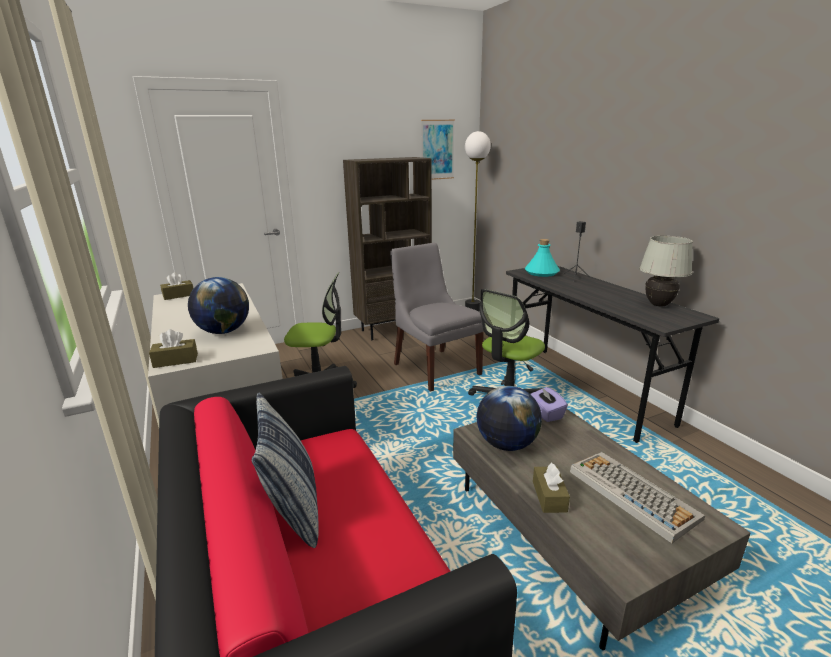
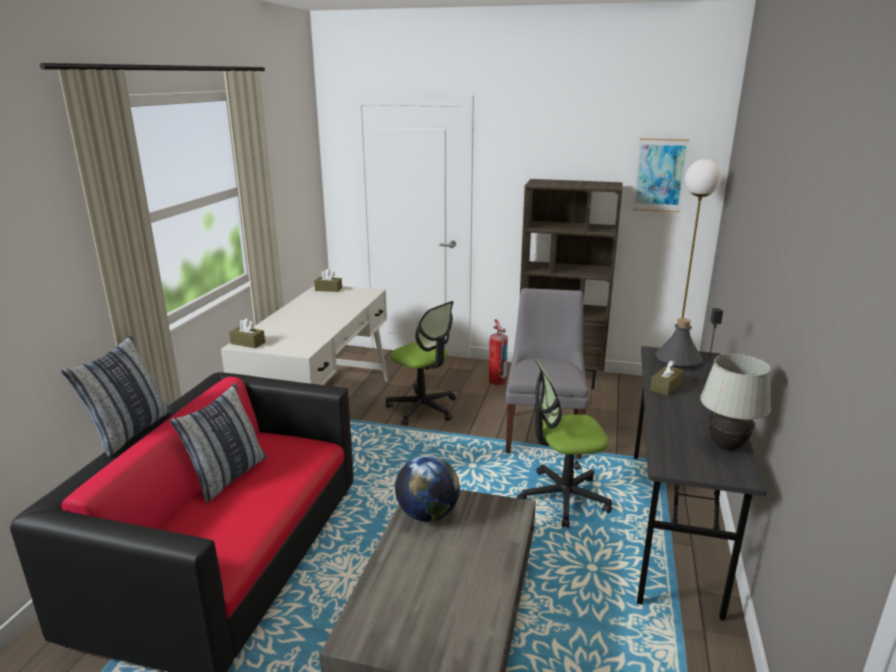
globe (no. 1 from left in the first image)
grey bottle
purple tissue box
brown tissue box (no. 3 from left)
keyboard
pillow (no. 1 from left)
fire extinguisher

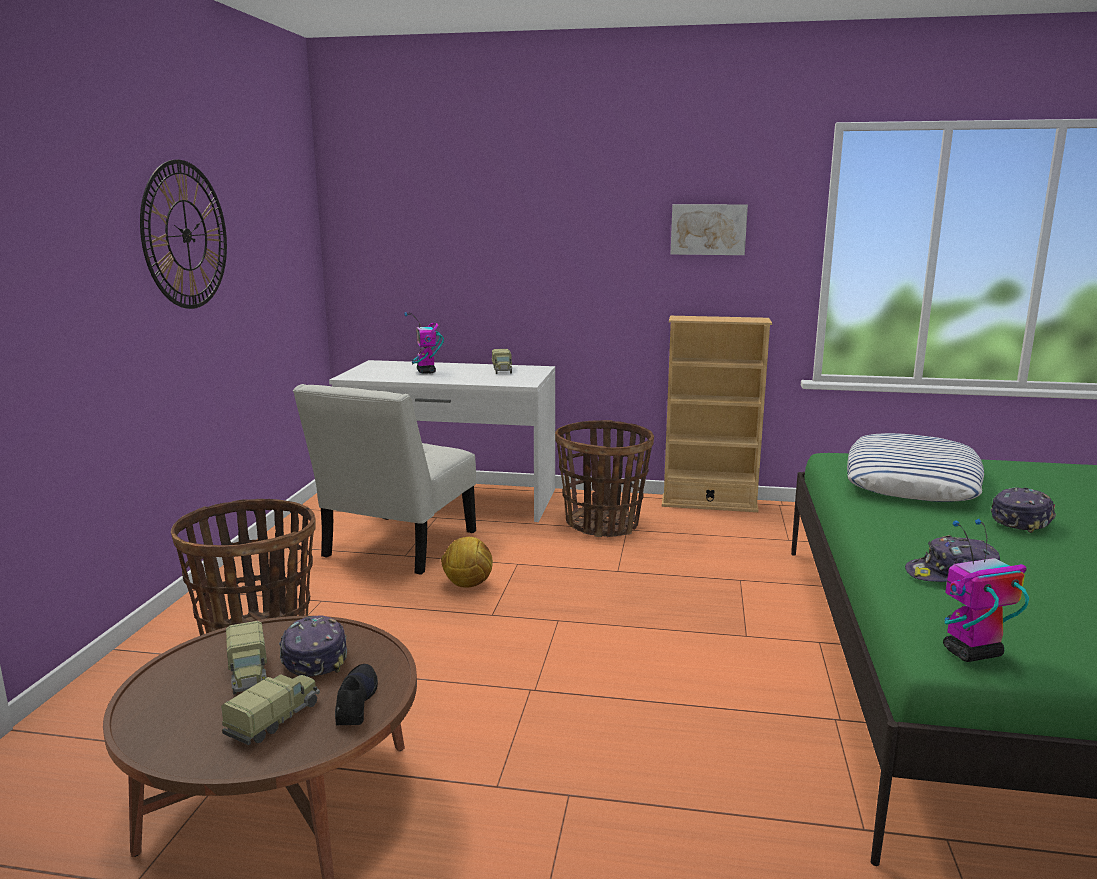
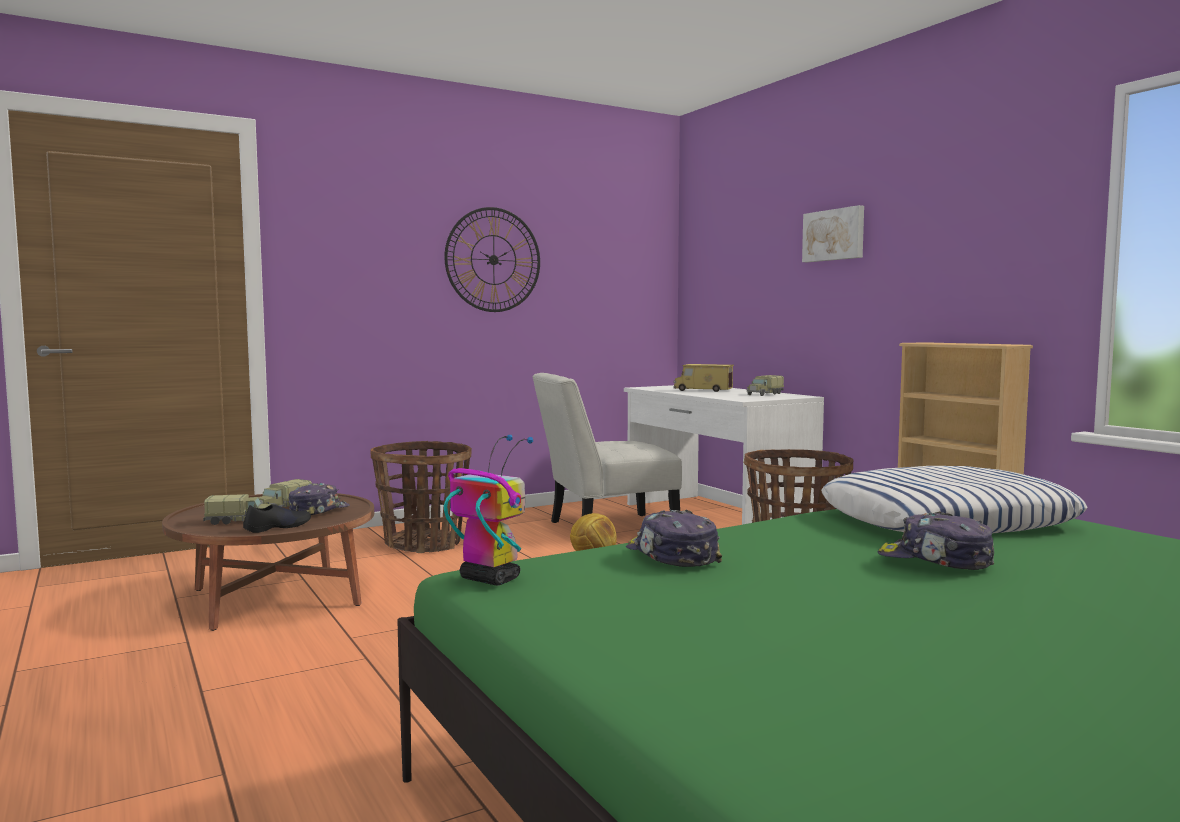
toy truck (no. 3 from left)
picture
cap (no. 3 from left)

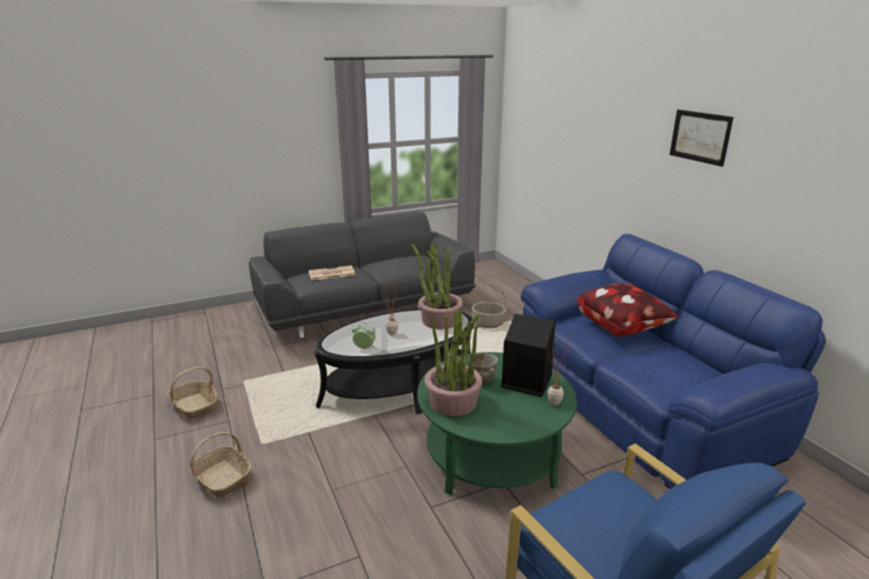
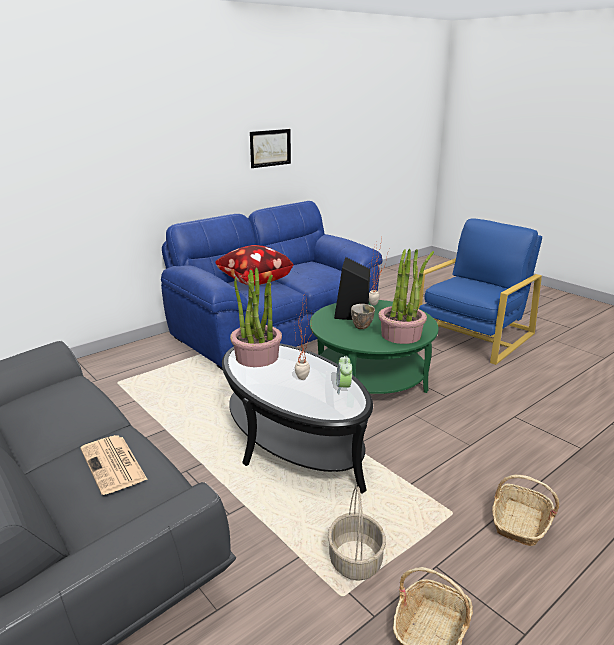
basket (no. 1 from left)
picture

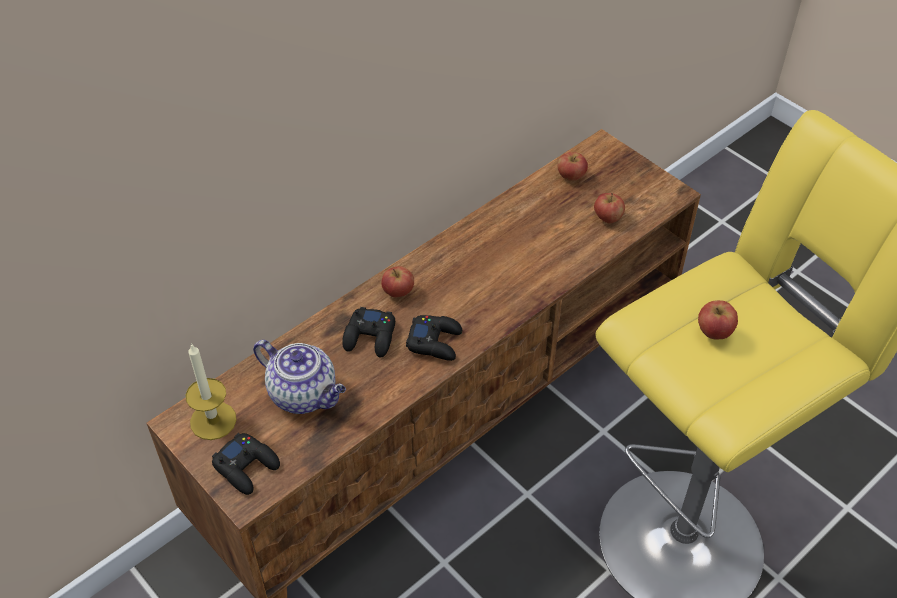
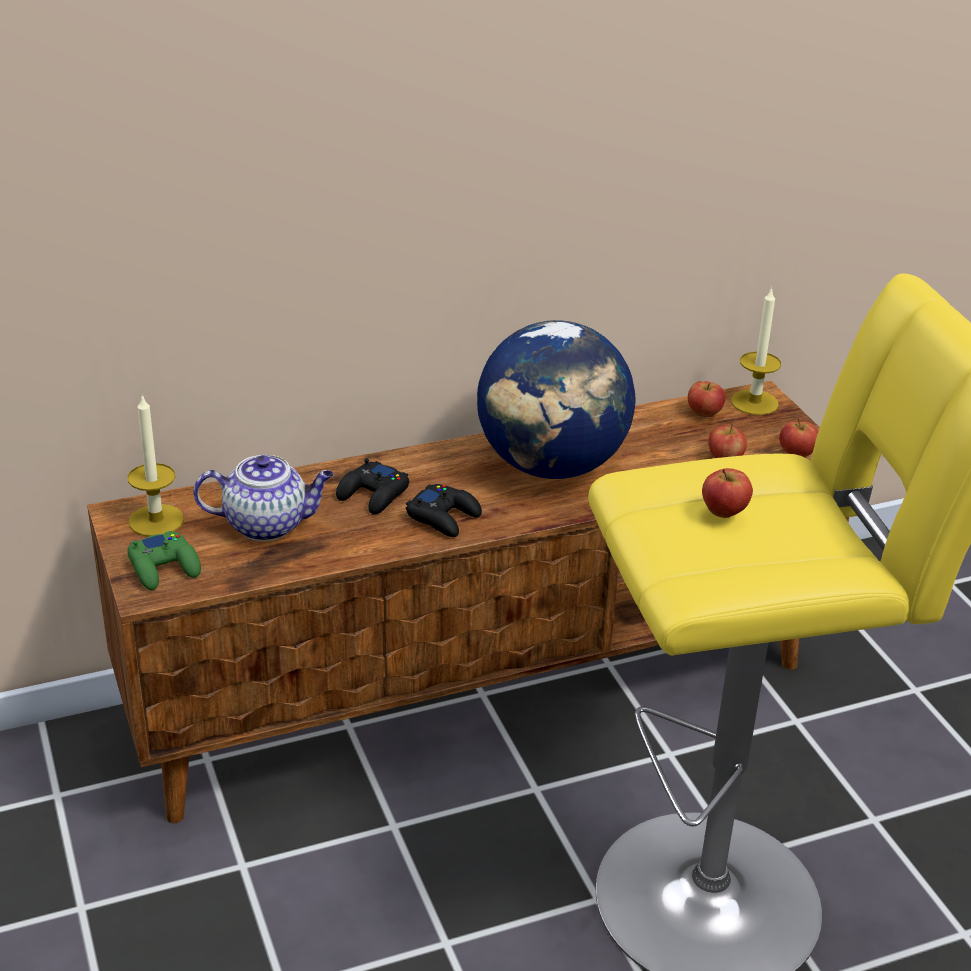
green game controller
teapot
apple (no. 4 from left)
globe
candle (no. 2 from left)

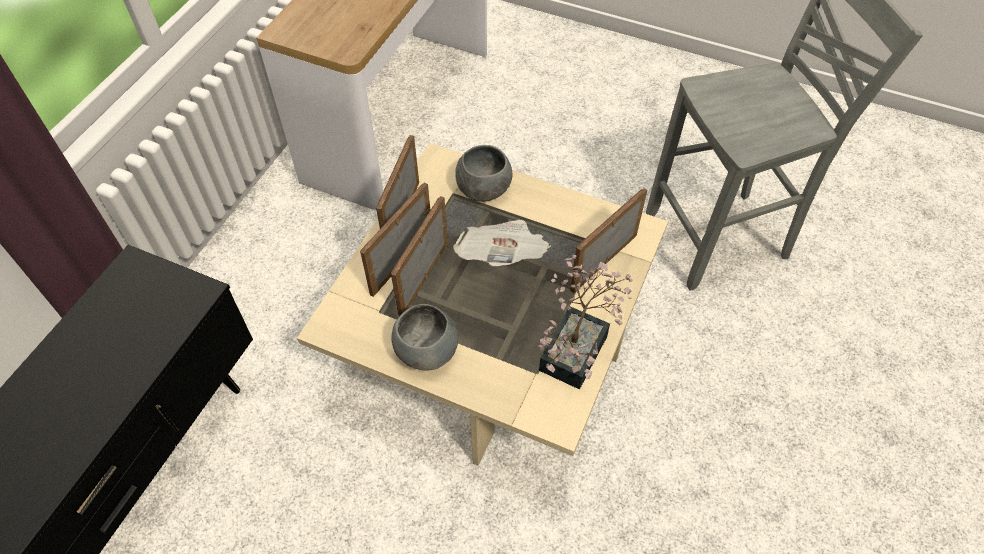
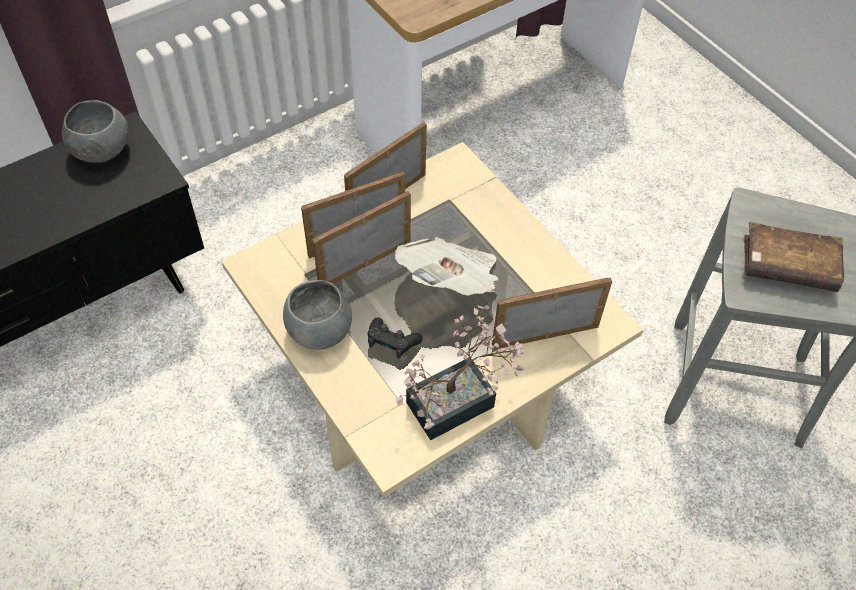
grey bowl (no. 1 from left)
black game controller
brown book

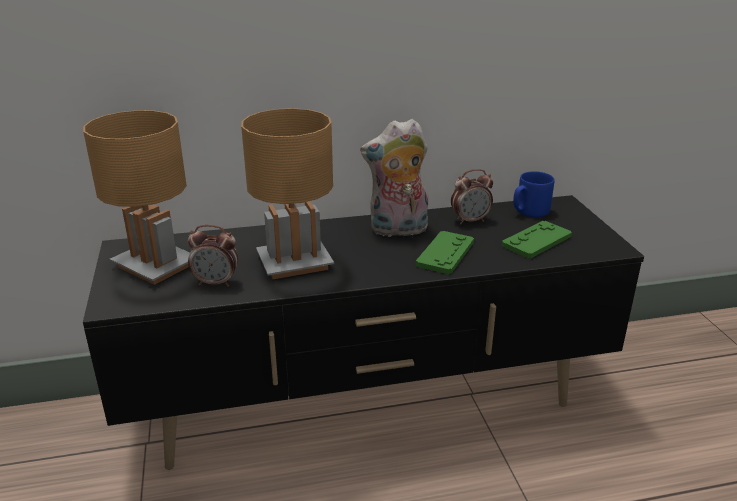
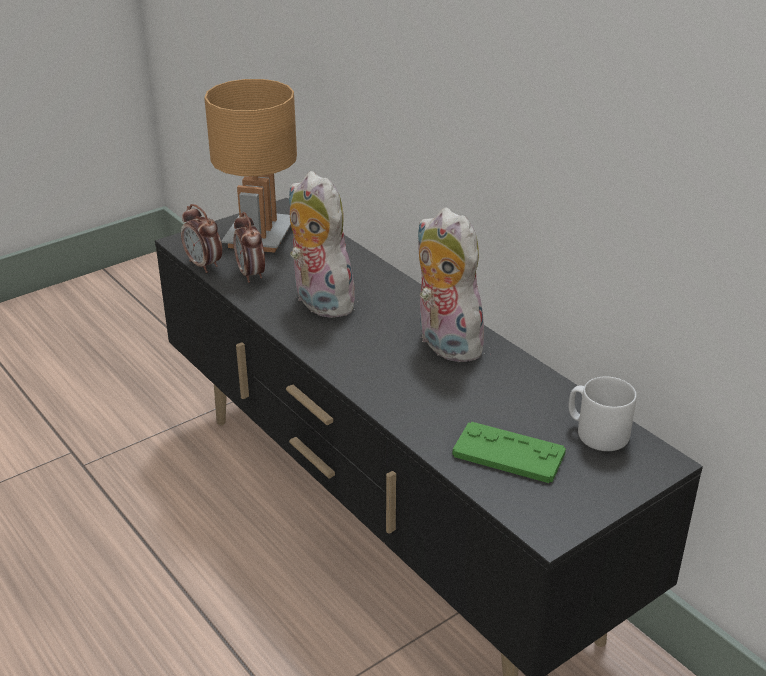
plush toy (no. 1 from left)
green game controller (no. 1 from left in the first image)
alarm clock (no. 1 from left)
grey mug

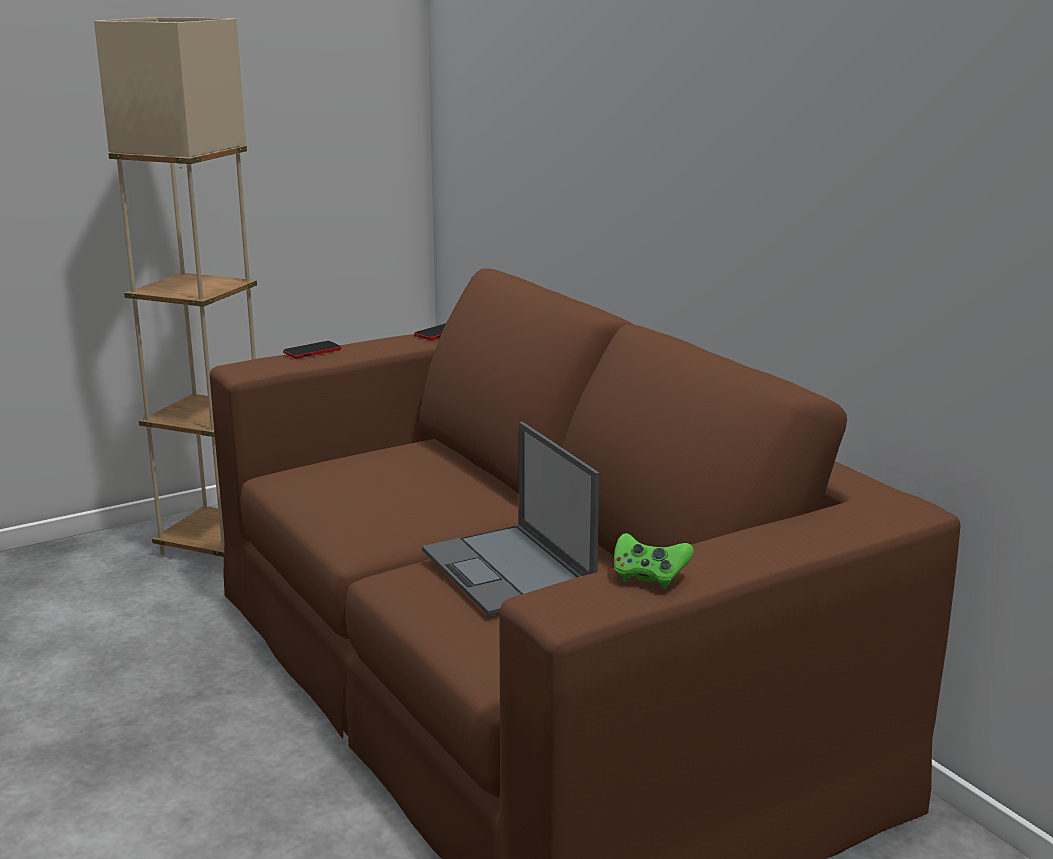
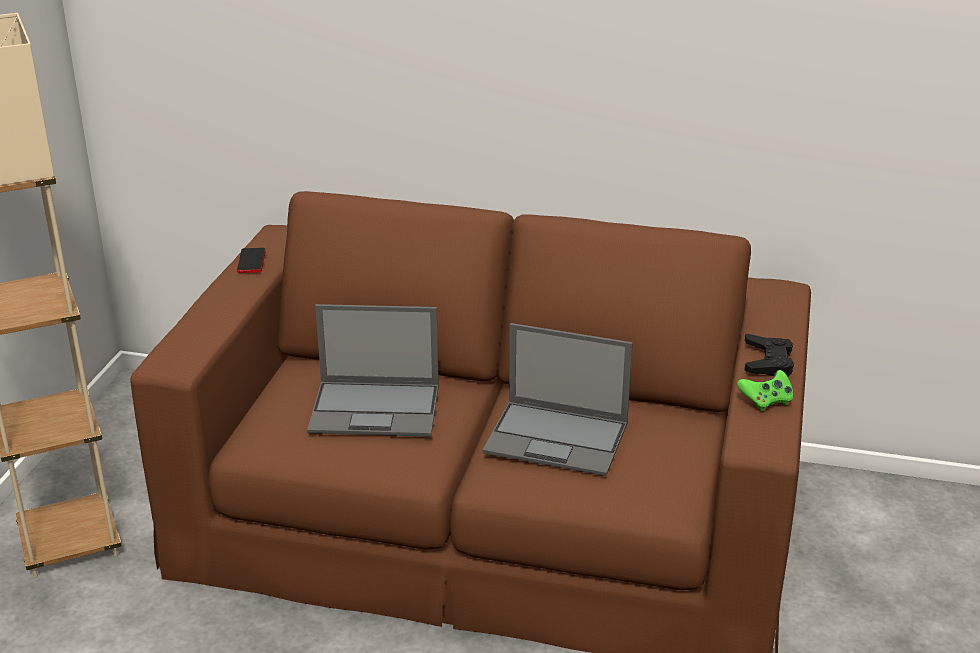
phone (no. 1 from left in the first image)
laptop (no. 1 from left)
black game controller

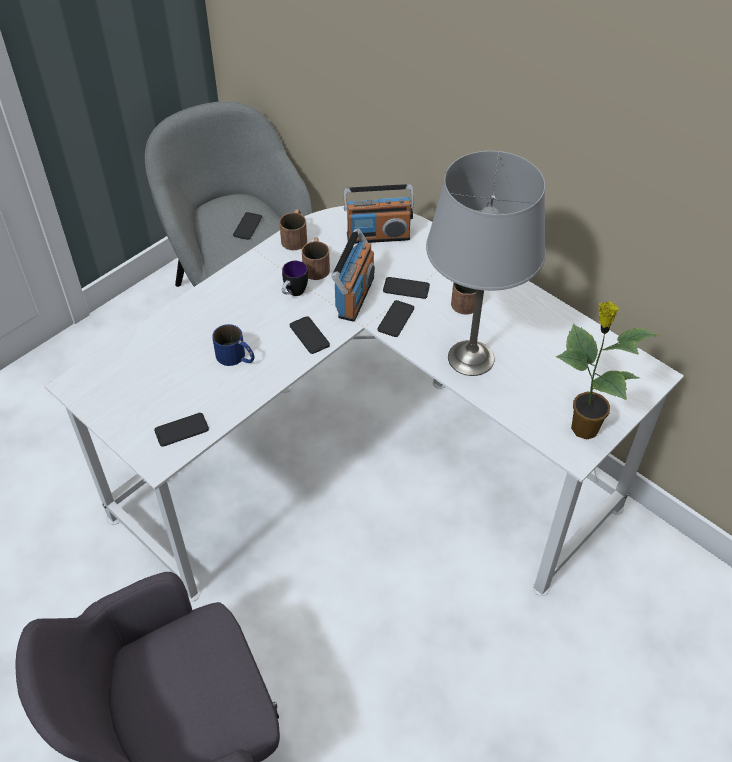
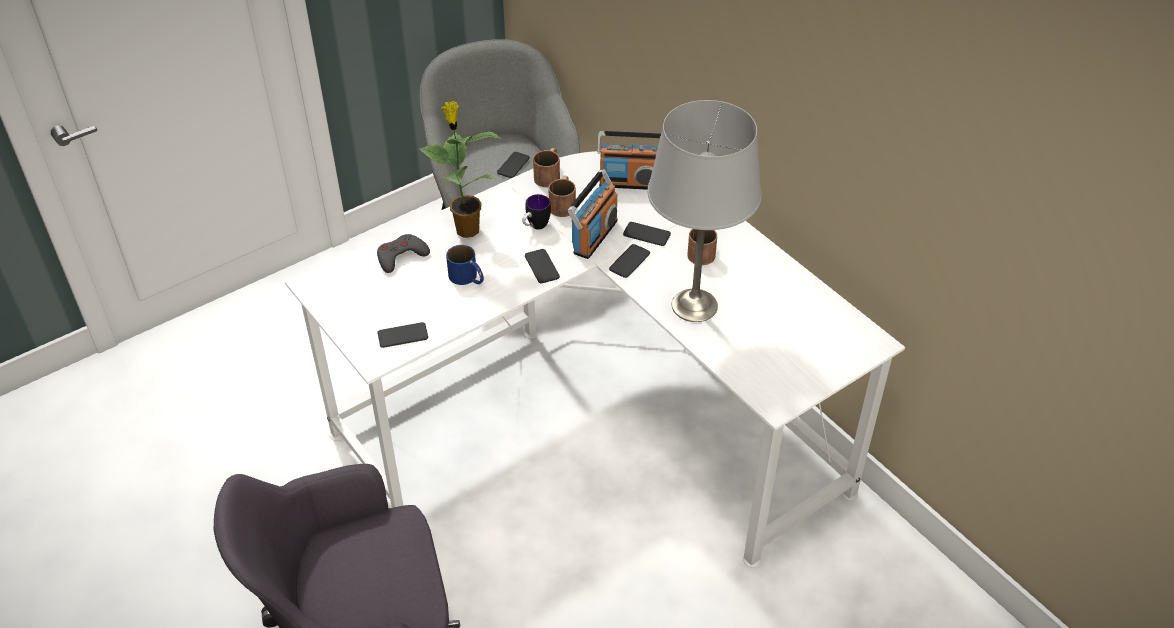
potted plant
grey game controller

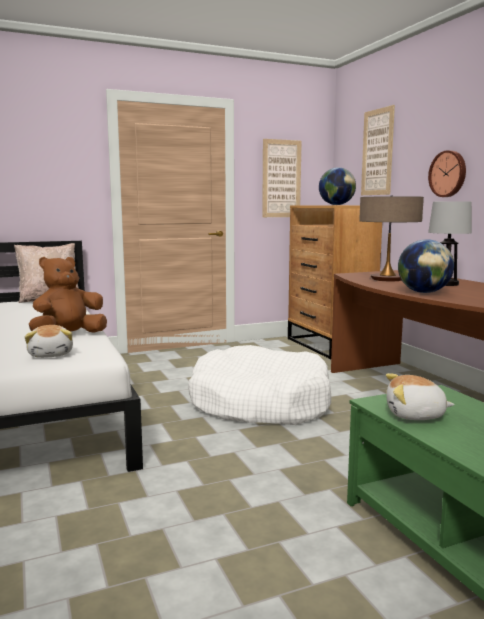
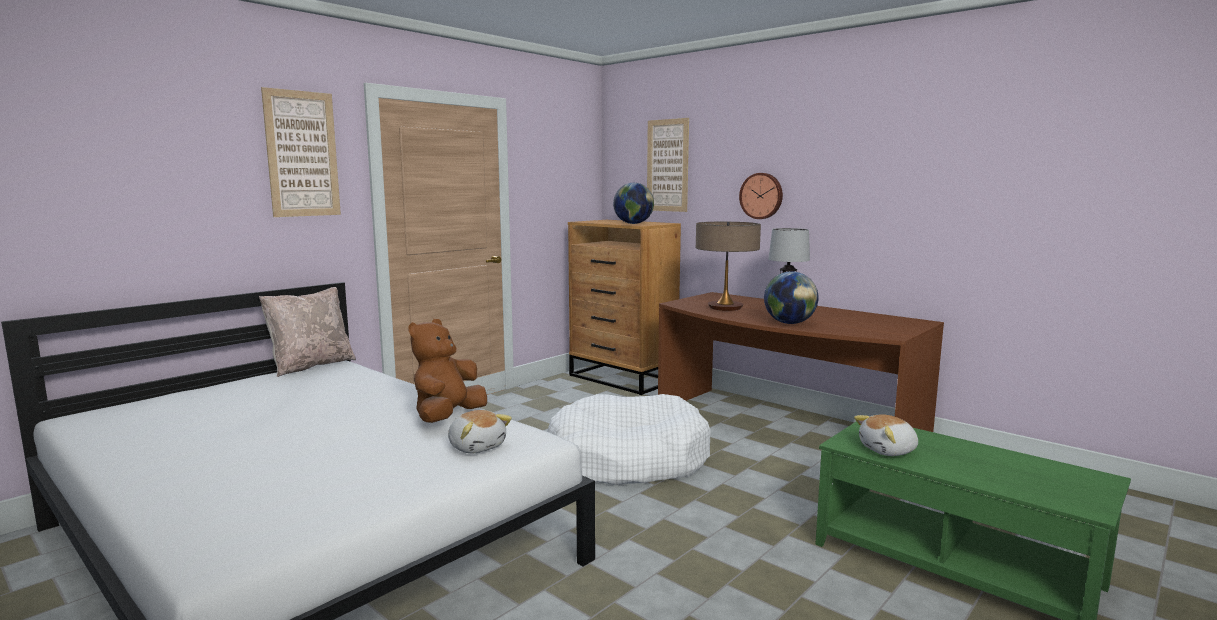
picture (no. 1 from left)

